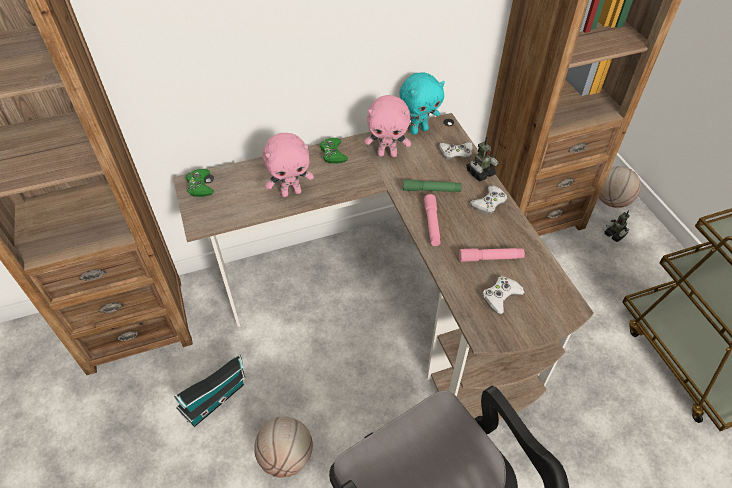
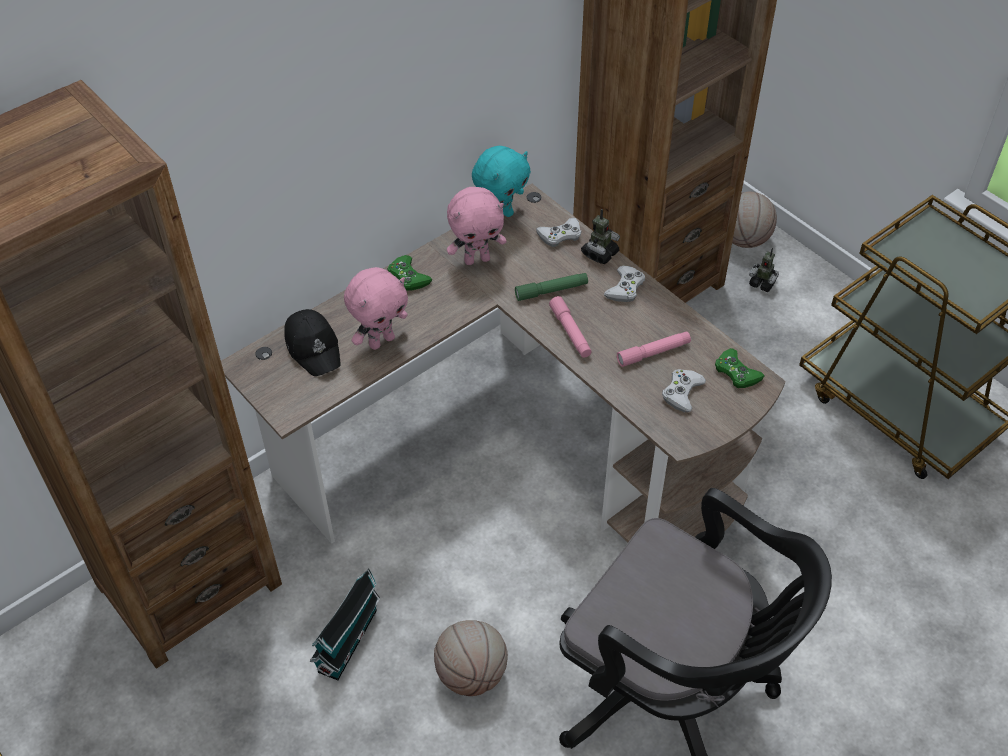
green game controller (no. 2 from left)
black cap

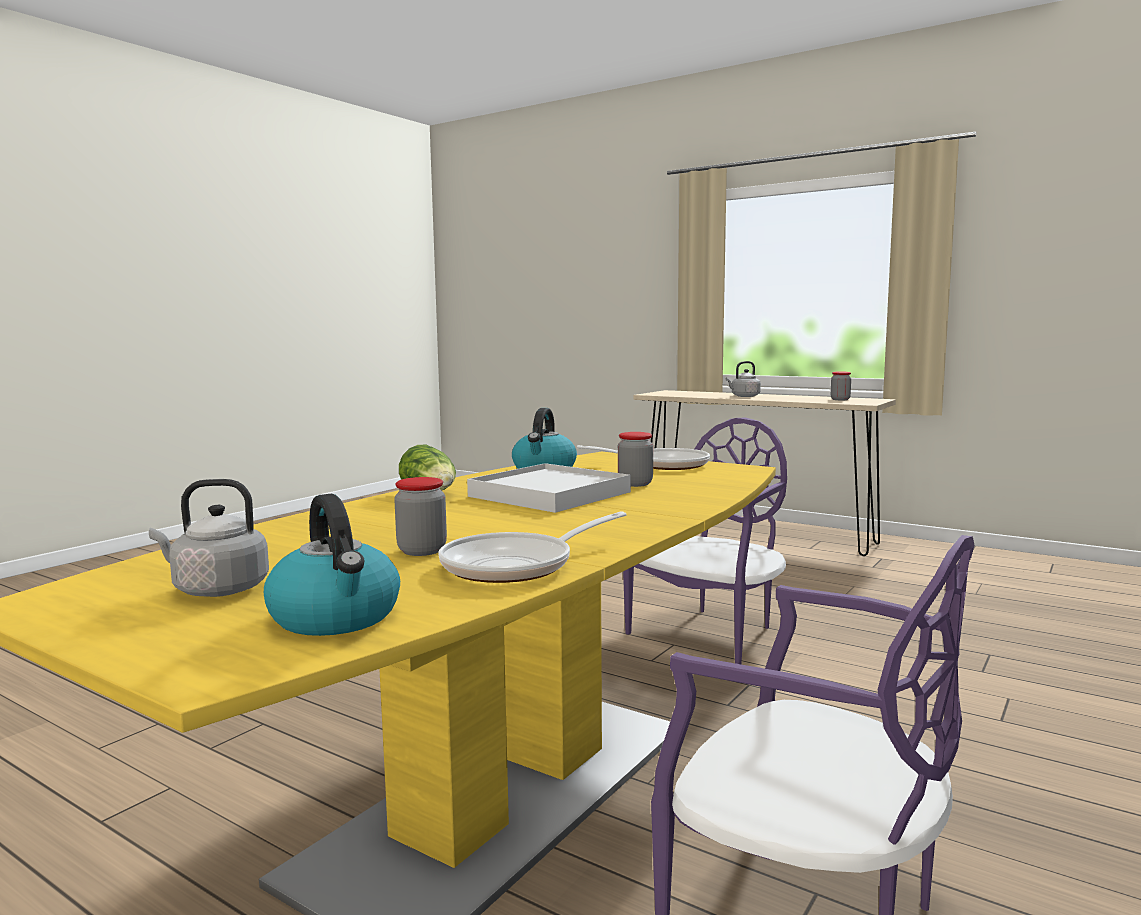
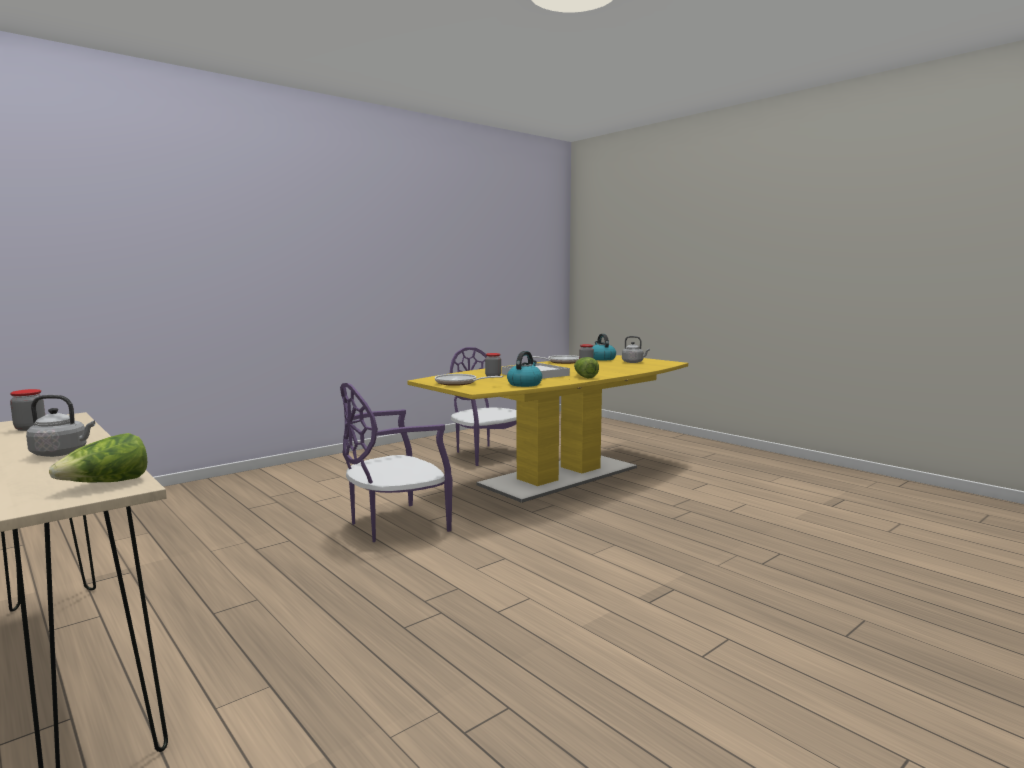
lettuce (no. 1 from left)

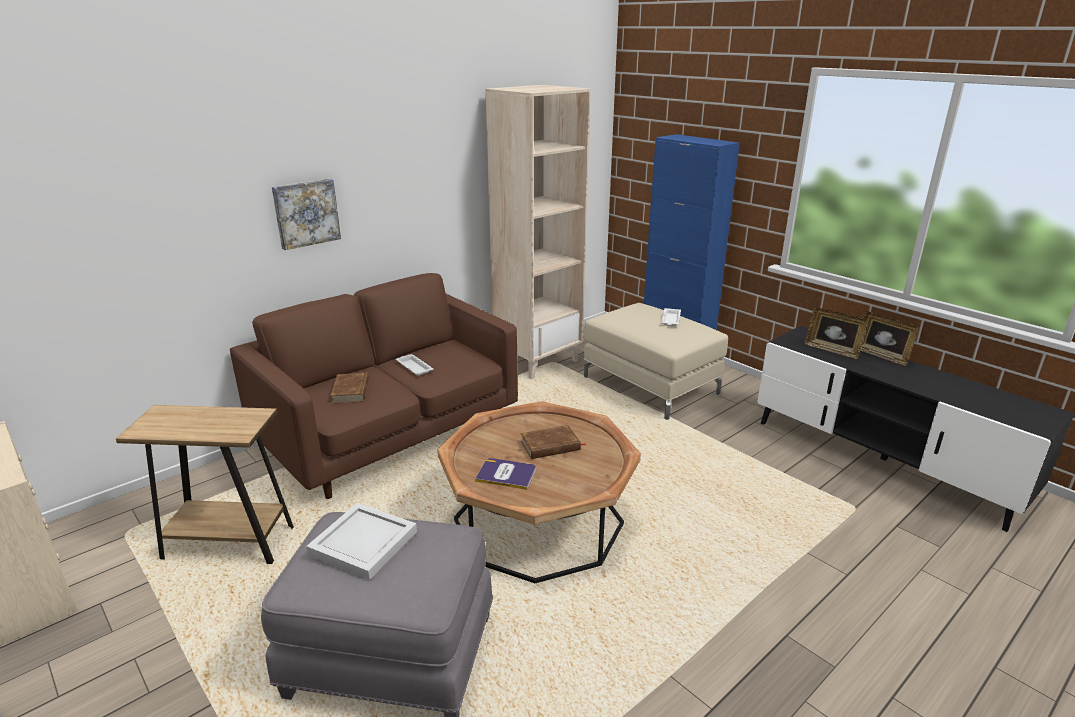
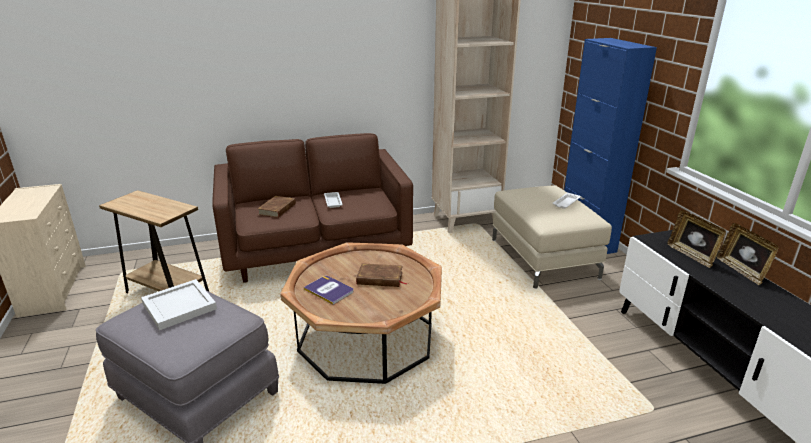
picture

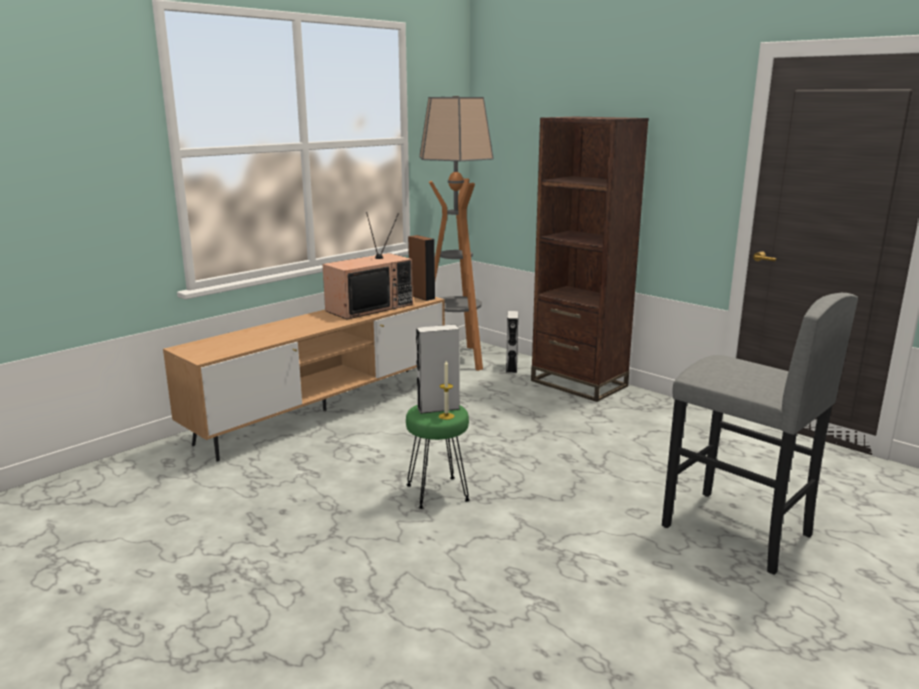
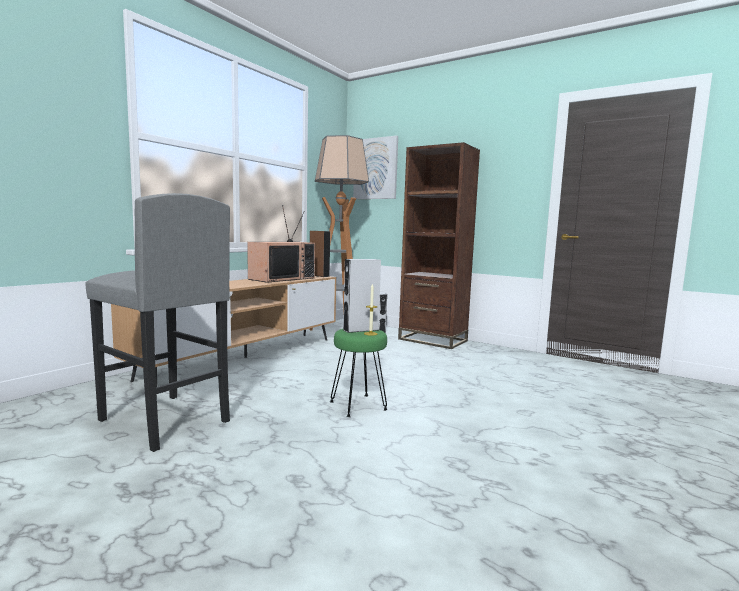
grey stool
picture

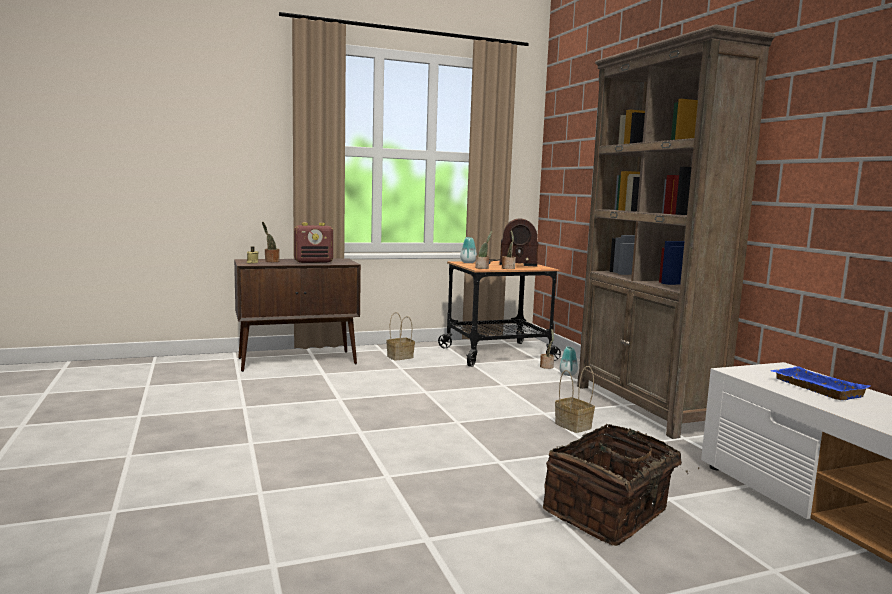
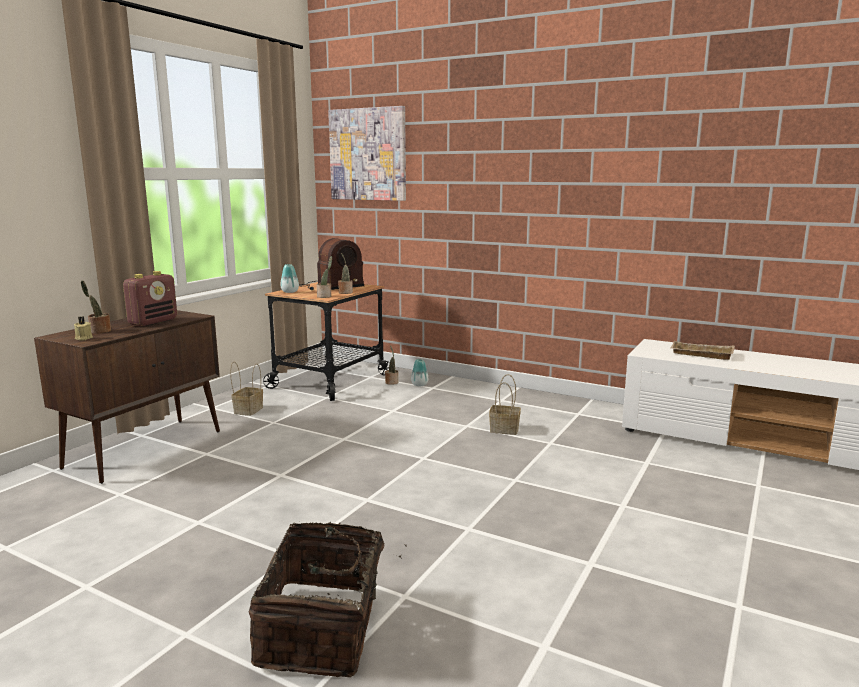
basket (no. 2 from left)
brown bookcase
beige tray
picture

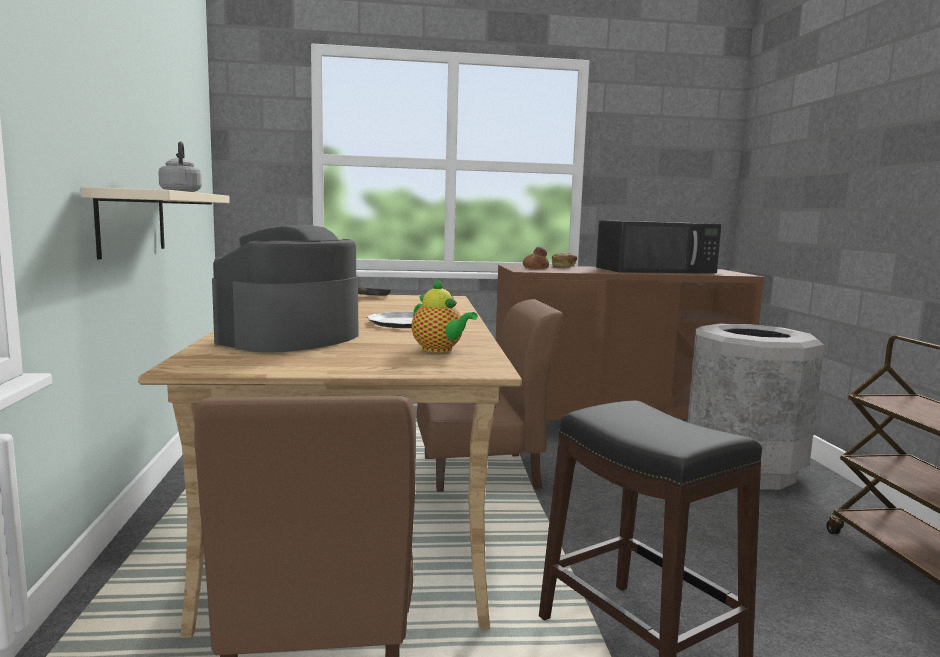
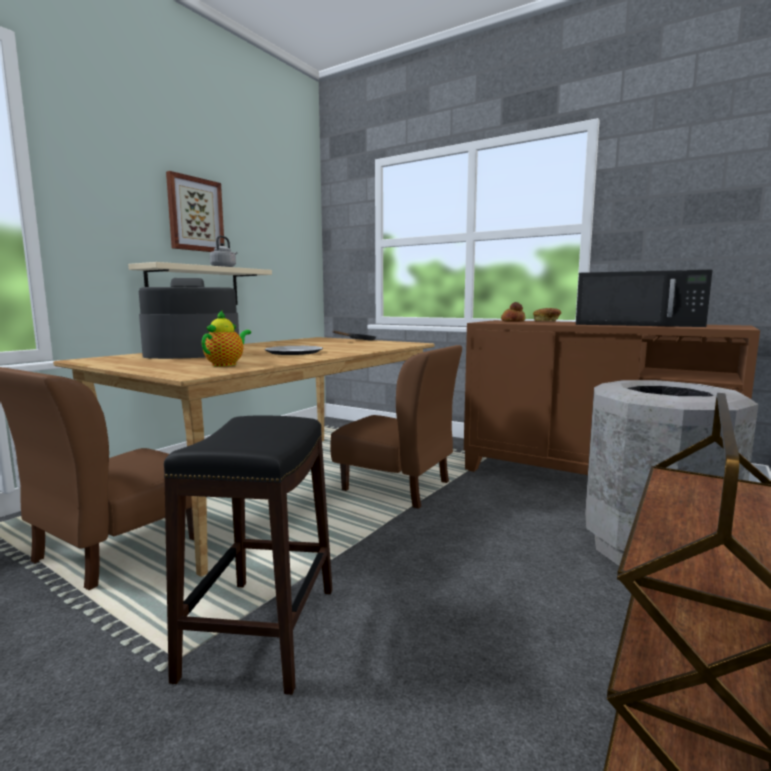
teapot
picture

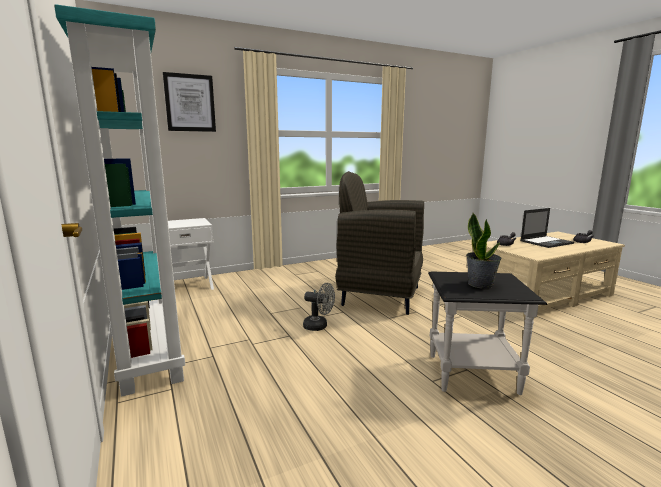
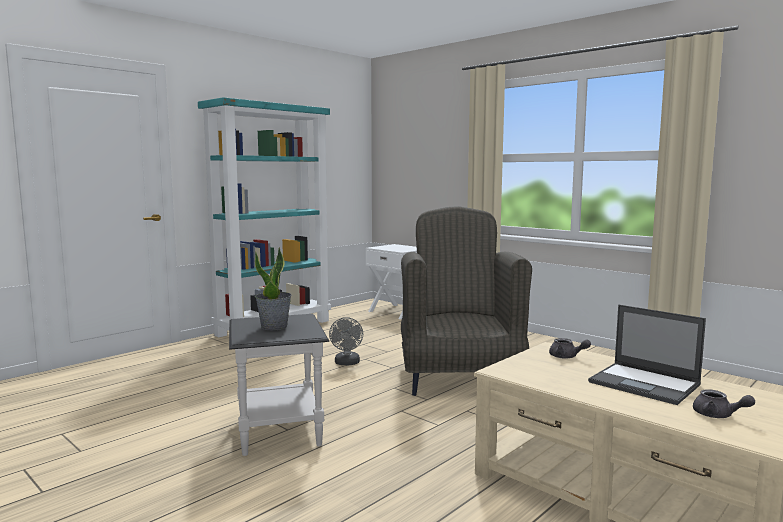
picture

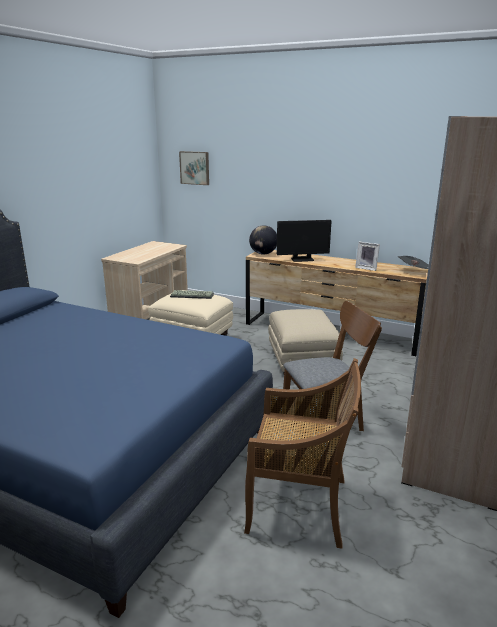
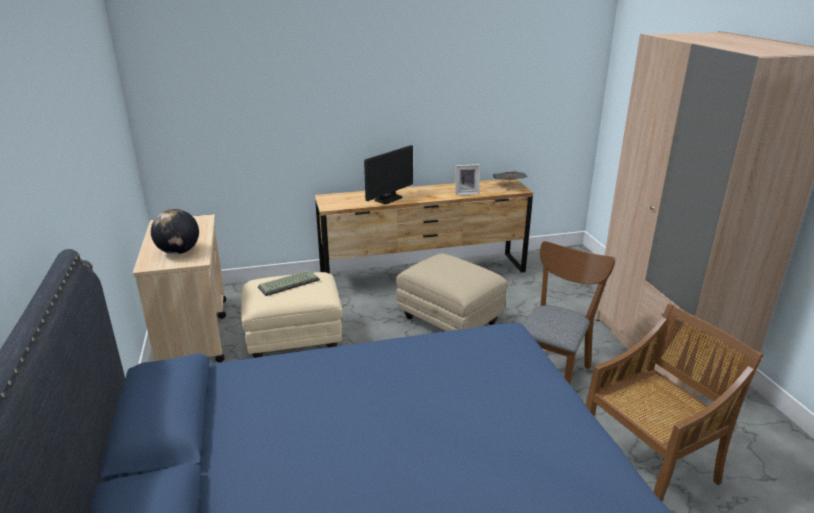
picture
globe

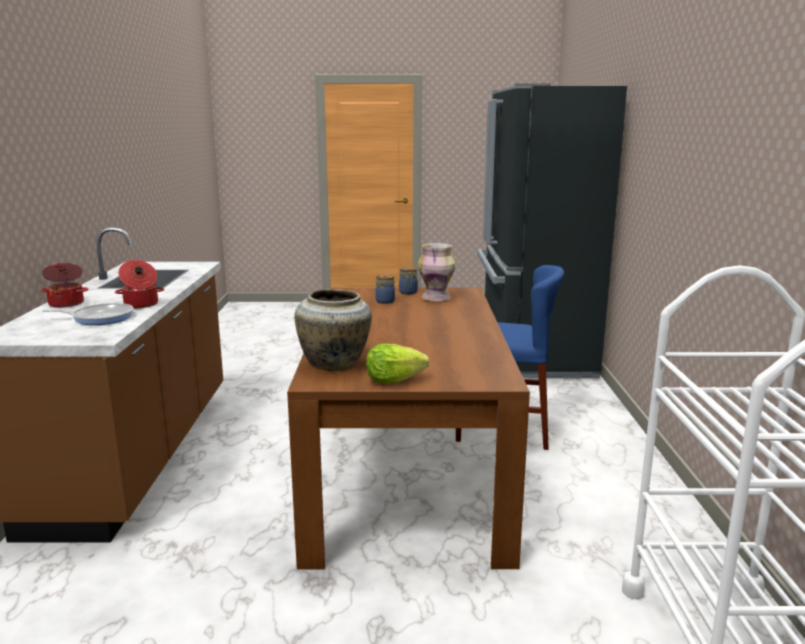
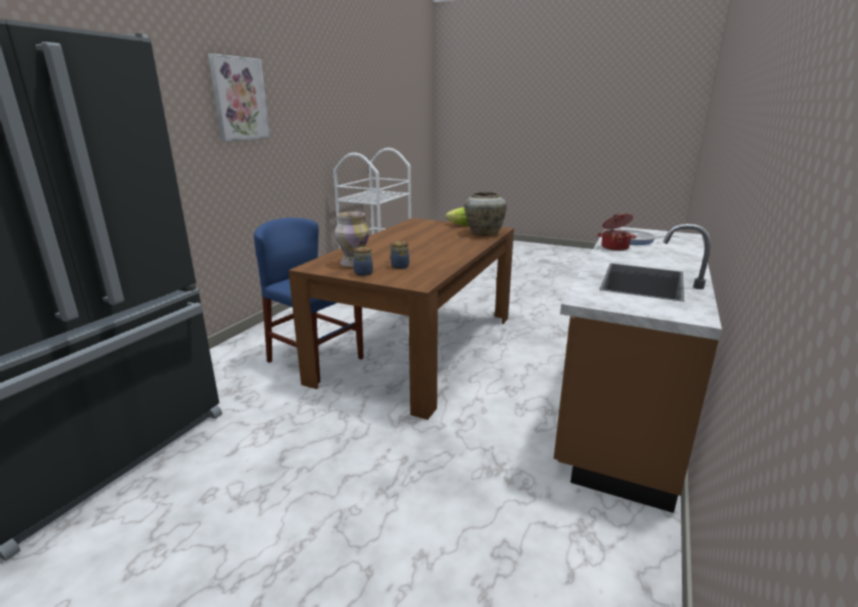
cooking pot (no. 1 from left in the first image)
picture

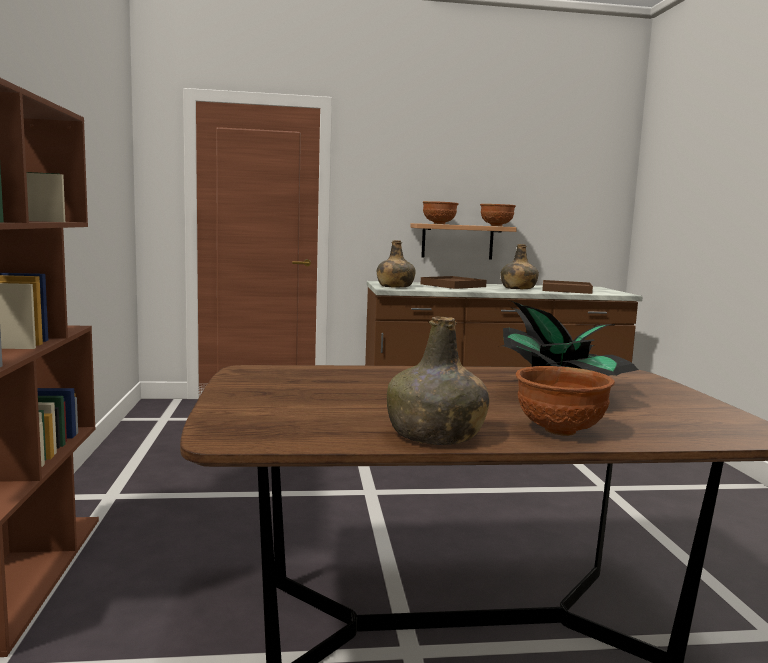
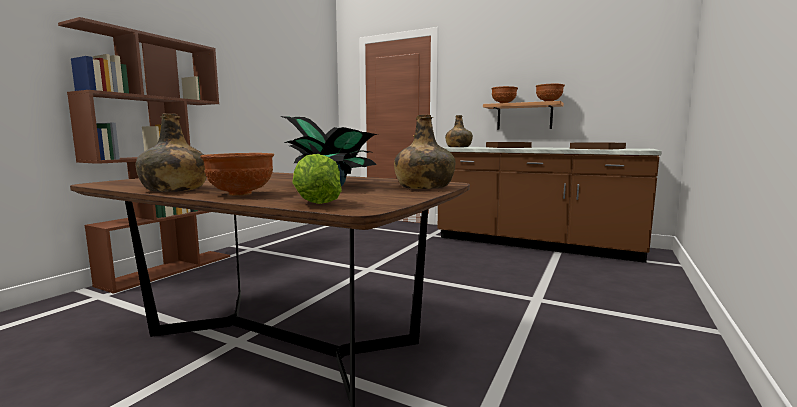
green bottle (no. 2 from left)
lettuce

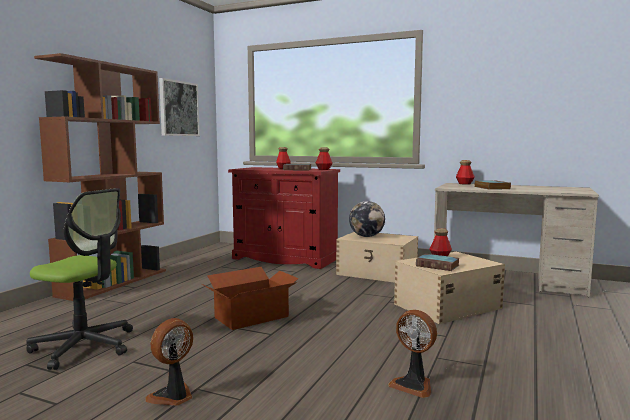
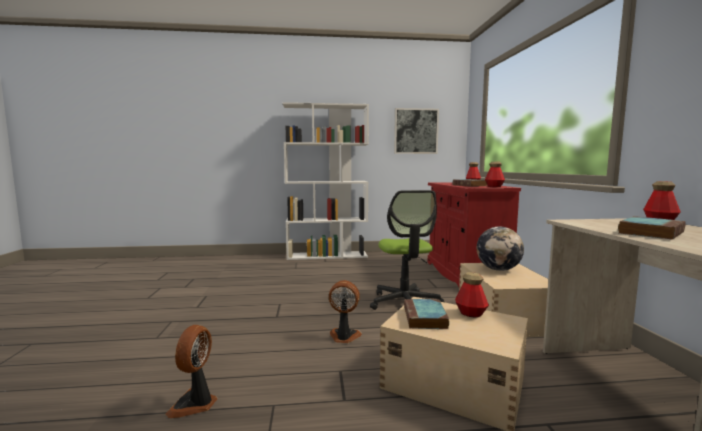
office chair
white bookcase
fan (no. 2 from left)
cardboard box

